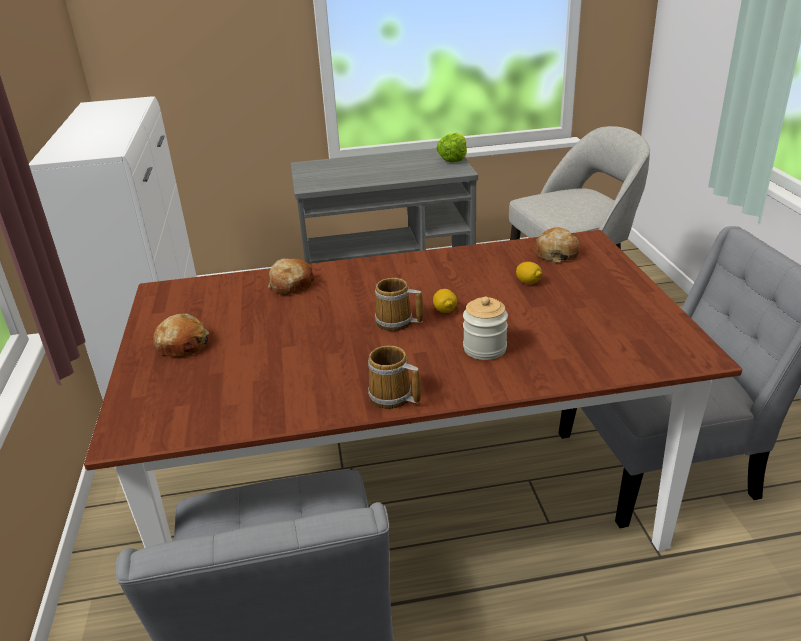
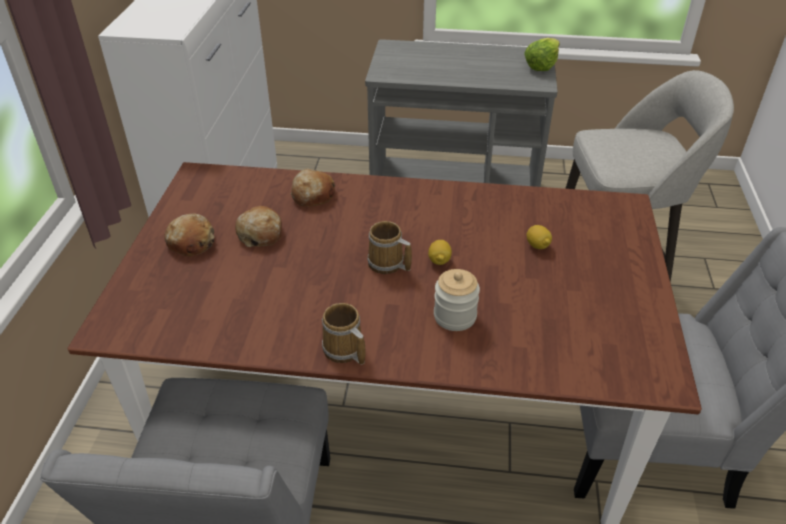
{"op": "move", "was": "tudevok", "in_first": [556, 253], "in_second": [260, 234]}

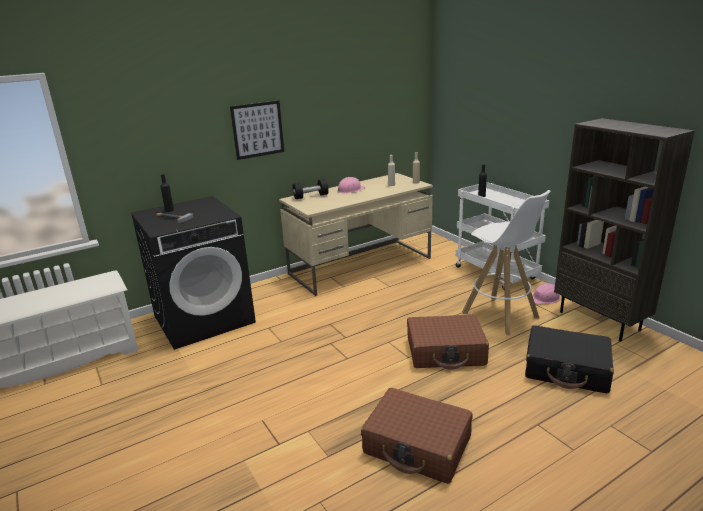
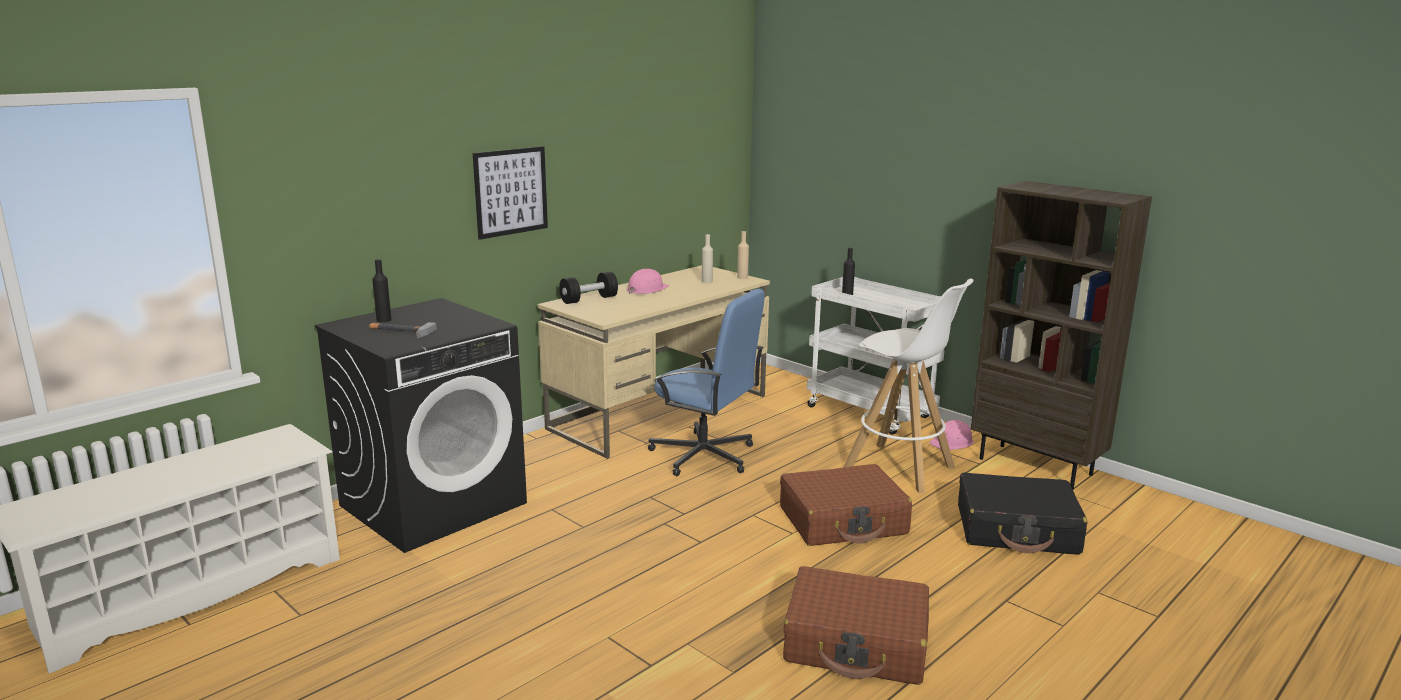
{"op": "insert", "now": "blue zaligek", "in_second": [704, 456]}

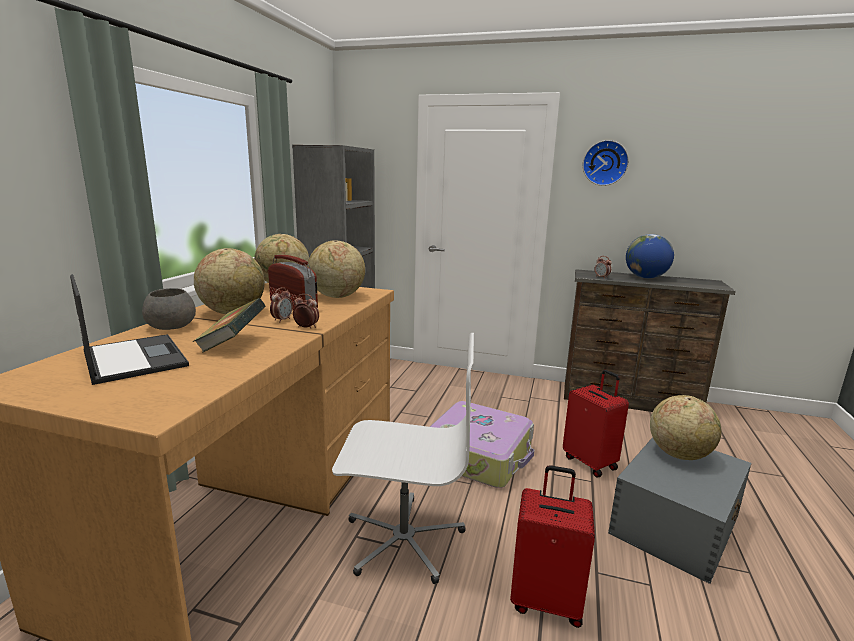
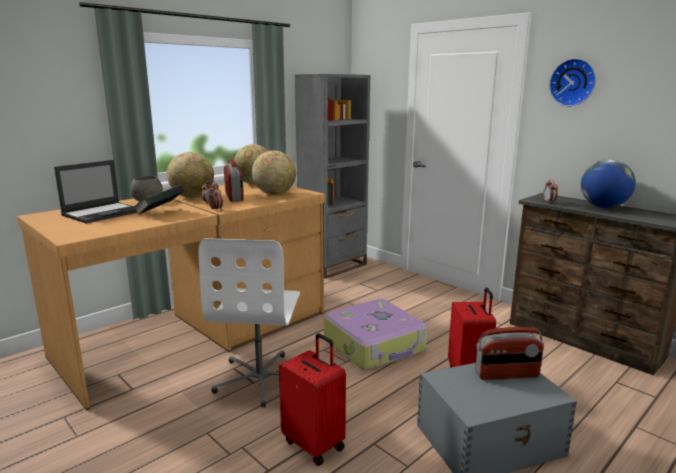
{"op": "rotate", "was": "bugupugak", "in_first": [133, 358], "in_second": [103, 213], "clockwise": 45}
{"op": "rotate", "was": "white zaligek", "in_first": [403, 539], "in_second": [260, 379], "clockwise": 60}
{"op": "replace", "was": "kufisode", "now": "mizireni", "in_first": [678, 454], "in_second": [507, 374]}

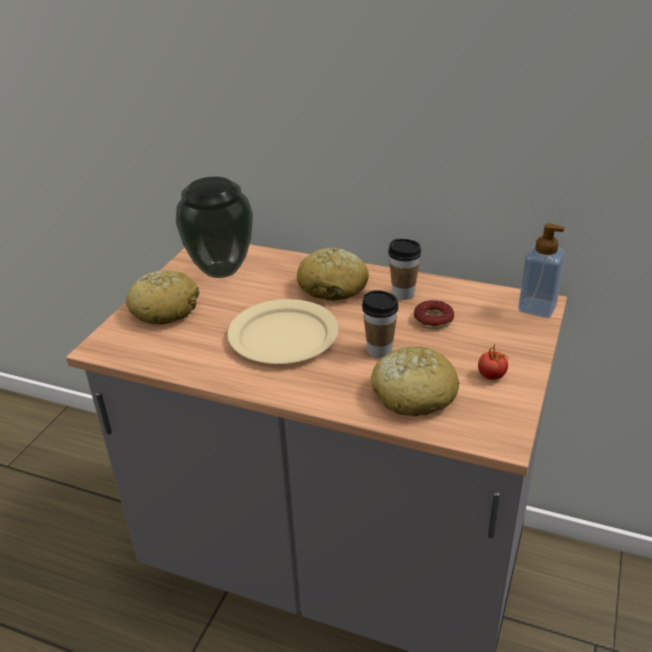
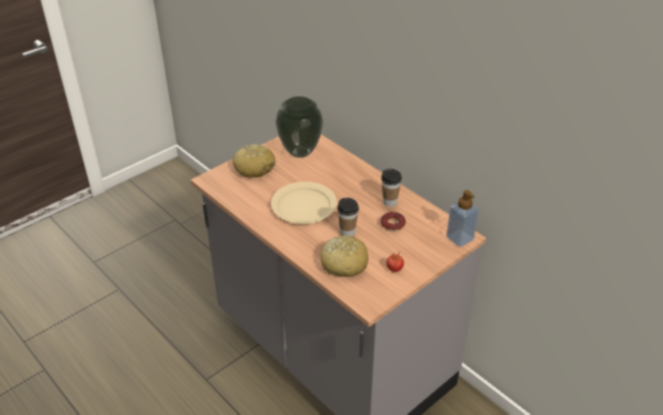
{"op": "delete", "was": "tudevok", "in_first": [333, 287]}

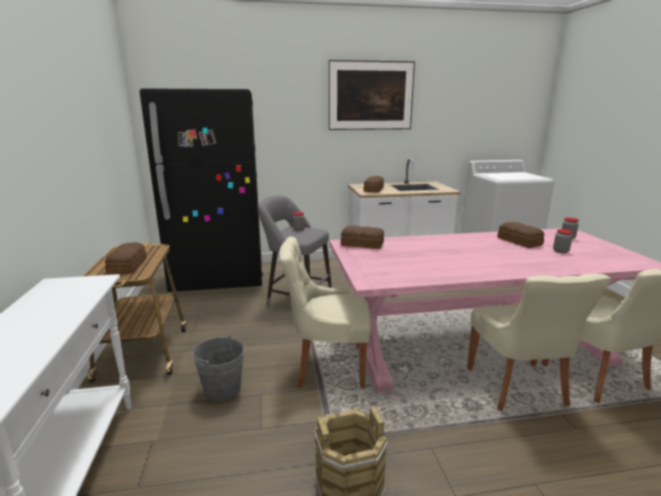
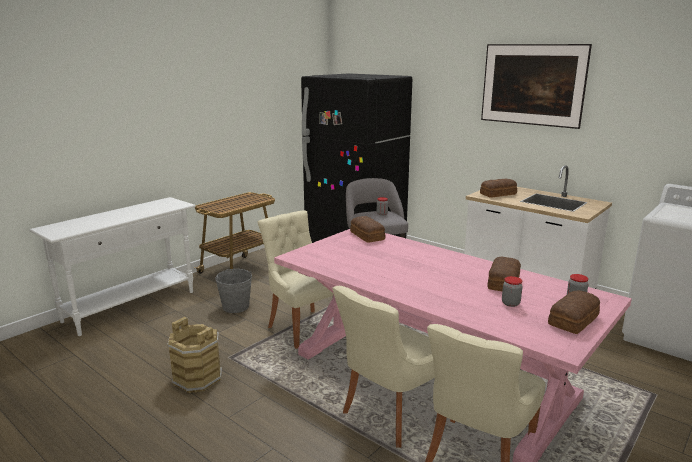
{"op": "move", "was": "tudevok", "in_first": [129, 265], "in_second": [574, 320]}

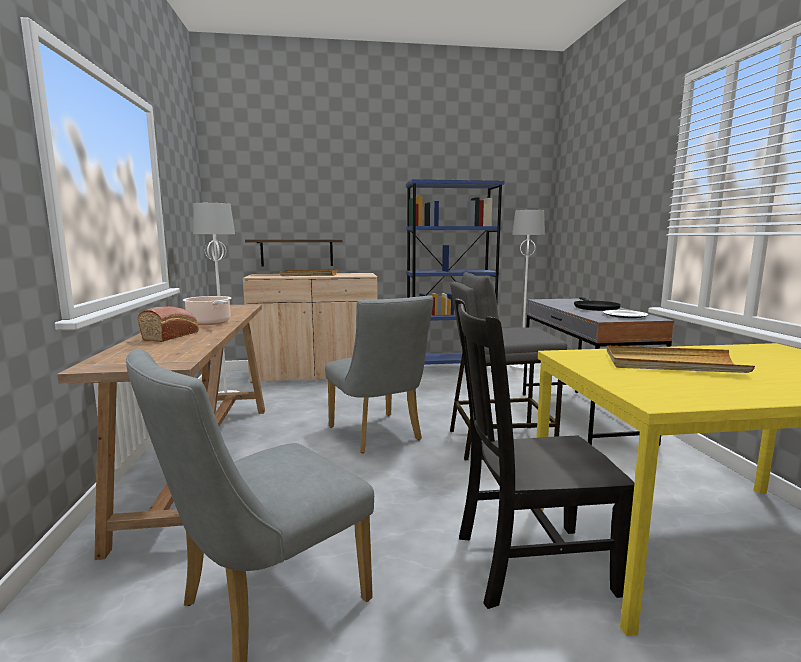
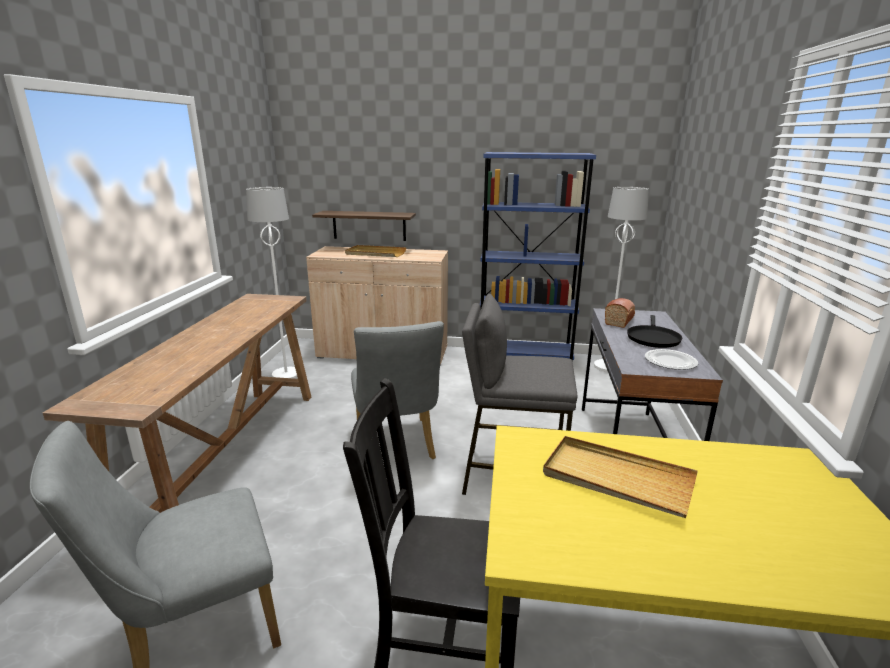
{"op": "move", "was": "tudevok", "in_first": [172, 336], "in_second": [620, 320]}
{"op": "delete", "was": "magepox", "in_first": [210, 323]}

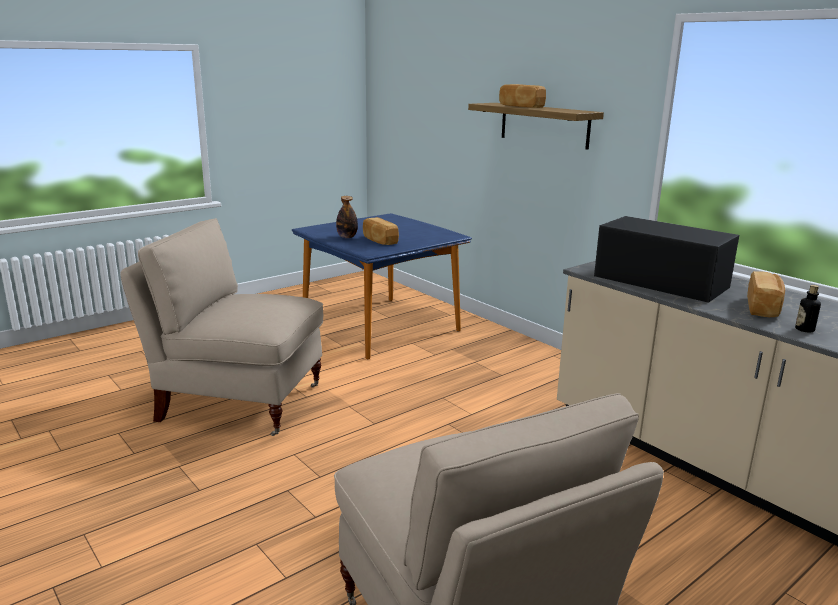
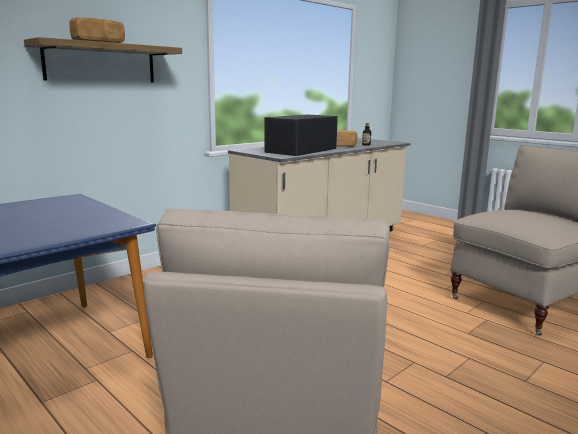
{"op": "delete", "was": "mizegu", "in_first": [347, 237]}
{"op": "delete", "was": "tudevok", "in_first": [379, 240]}

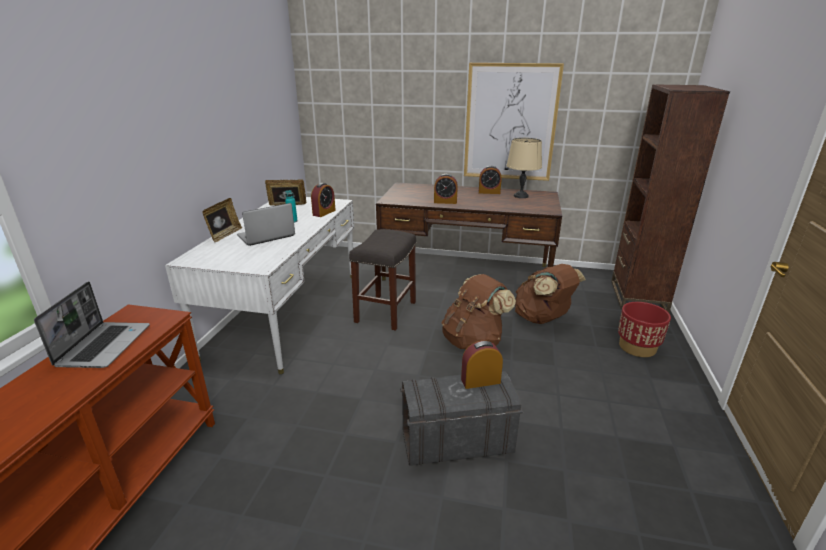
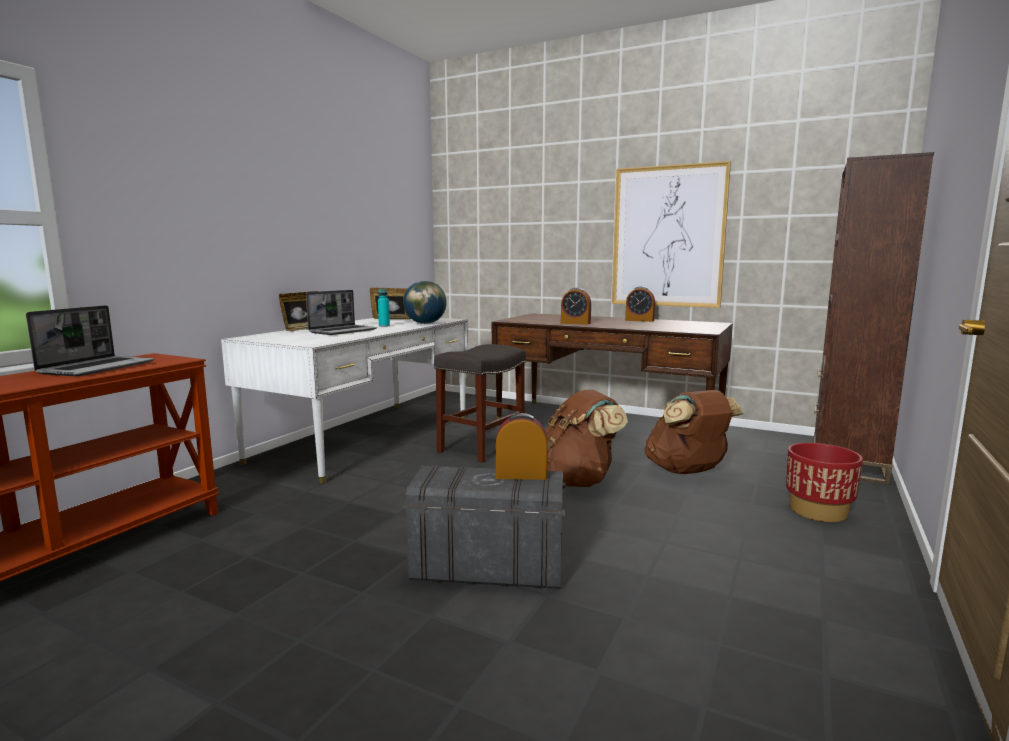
{"op": "rotate", "was": "bugupugak", "in_first": [265, 236], "in_second": [343, 331], "clockwise": 150}
{"op": "replace", "was": "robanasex", "now": "kufisode", "in_first": [324, 213], "in_second": [425, 323]}
{"op": "delete", "was": "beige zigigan", "in_first": [521, 196]}

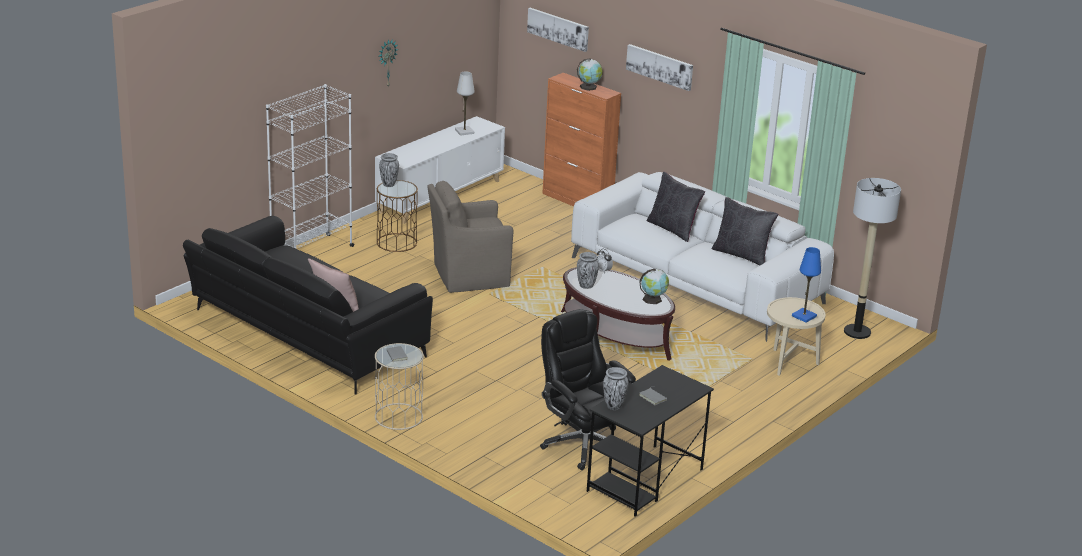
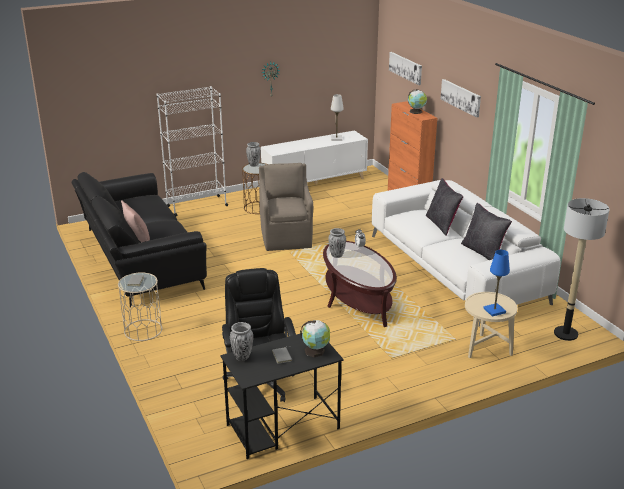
{"op": "rotate", "was": "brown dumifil", "in_first": [468, 276], "in_second": [286, 237], "clockwise": 75}
{"op": "move", "was": "kufisode", "in_first": [653, 299], "in_second": [316, 351]}

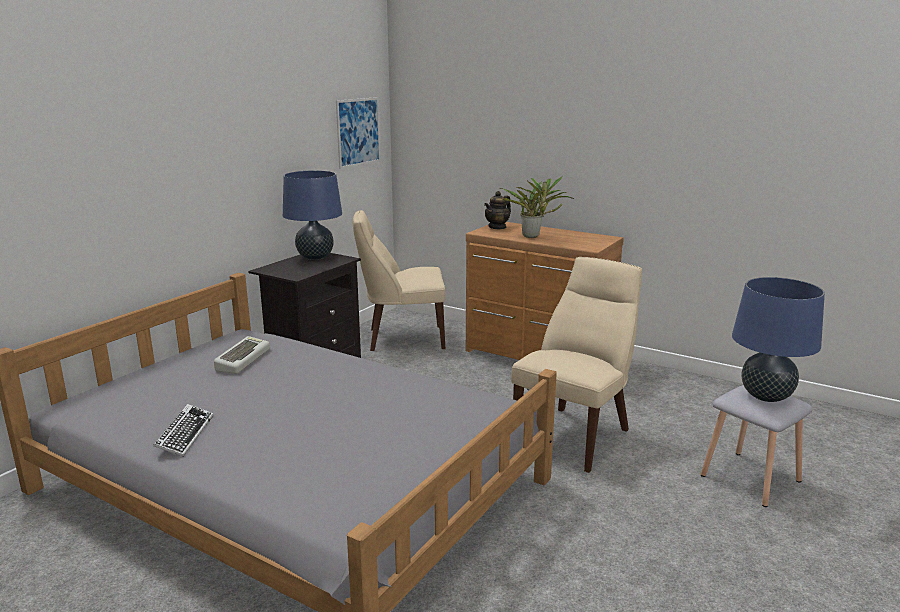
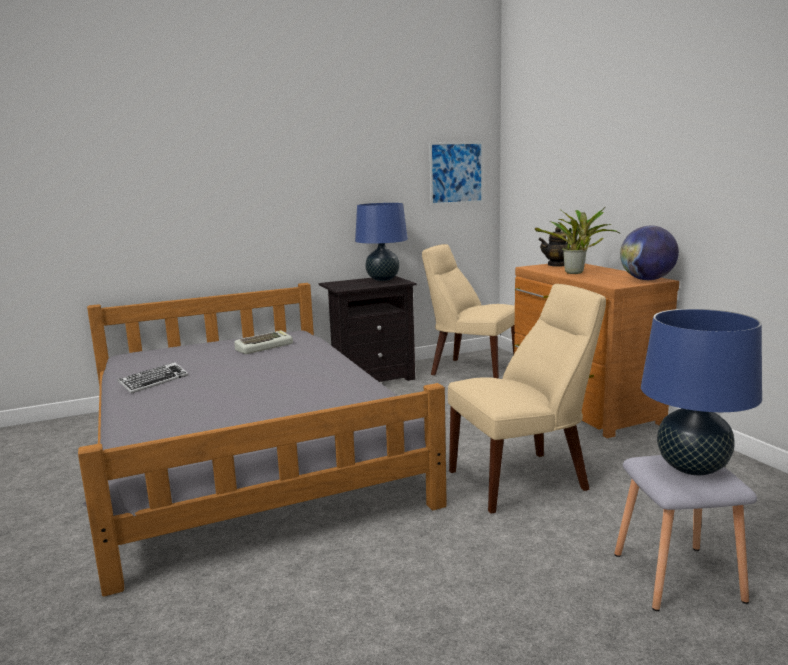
{"op": "insert", "now": "kufisode", "in_second": [647, 280]}

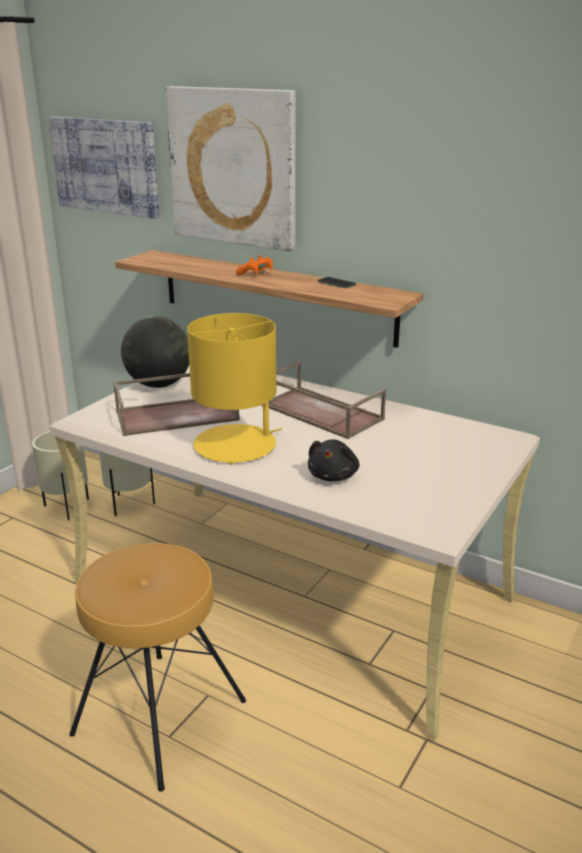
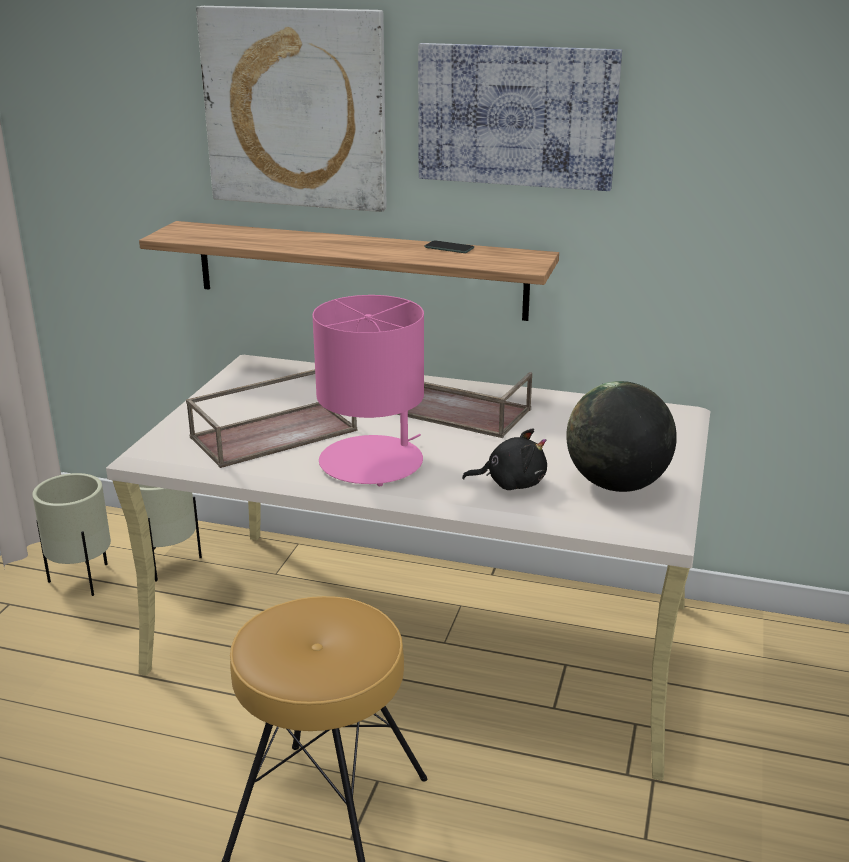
{"op": "recolor", "was": "yellow zigigan", "now": "pink zigigan", "in_first": [236, 445], "in_second": [372, 462]}
{"op": "move", "was": "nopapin", "in_first": [105, 166], "in_second": [516, 116]}
{"op": "rotate", "was": "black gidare", "in_first": [333, 476], "in_second": [511, 483], "clockwise": -90}
{"op": "move", "was": "kufisode", "in_first": [159, 385], "in_second": [617, 485]}
{"op": "delete", "was": "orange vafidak", "in_first": [256, 274]}

